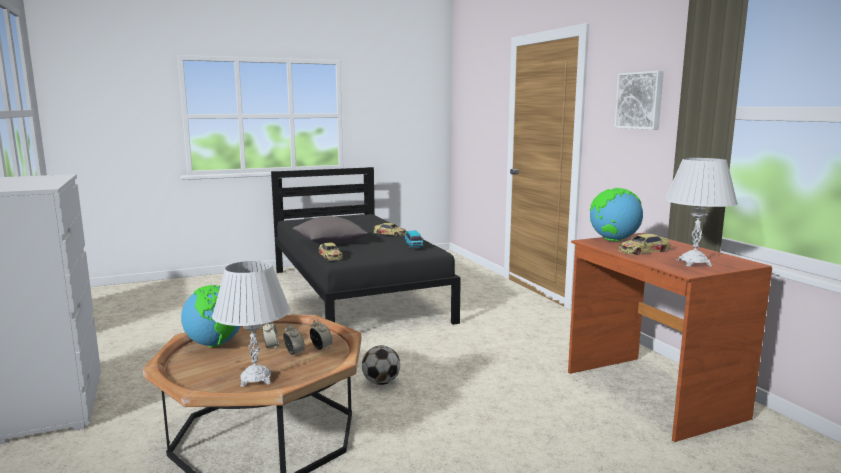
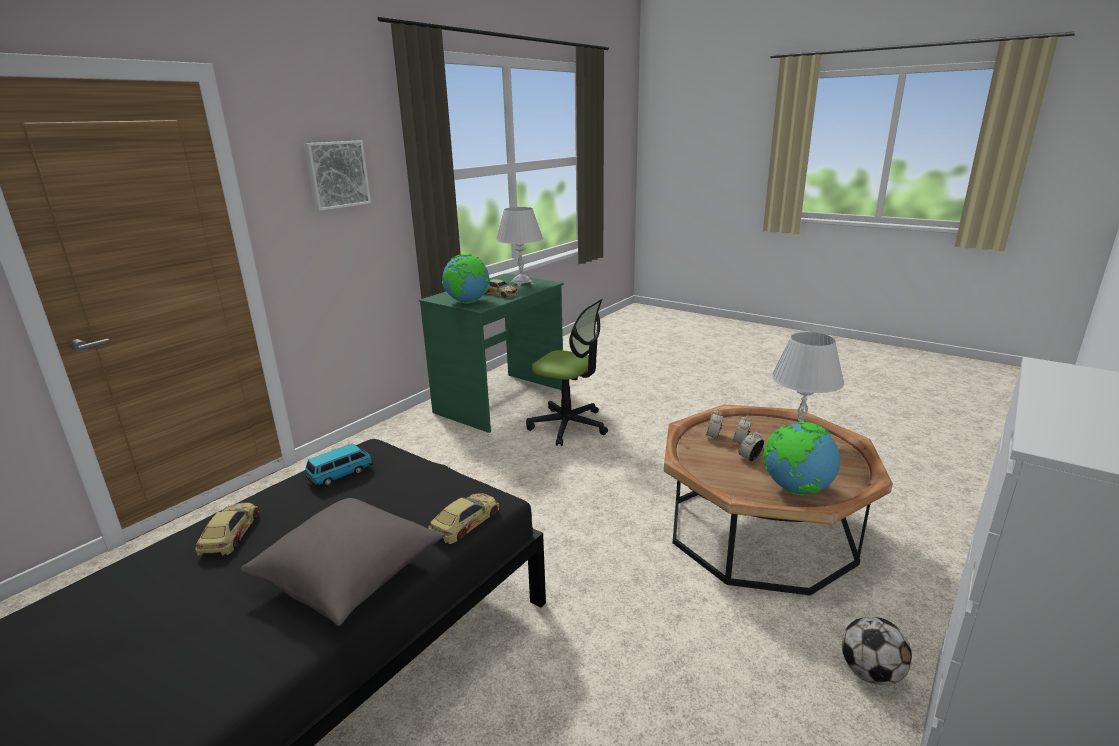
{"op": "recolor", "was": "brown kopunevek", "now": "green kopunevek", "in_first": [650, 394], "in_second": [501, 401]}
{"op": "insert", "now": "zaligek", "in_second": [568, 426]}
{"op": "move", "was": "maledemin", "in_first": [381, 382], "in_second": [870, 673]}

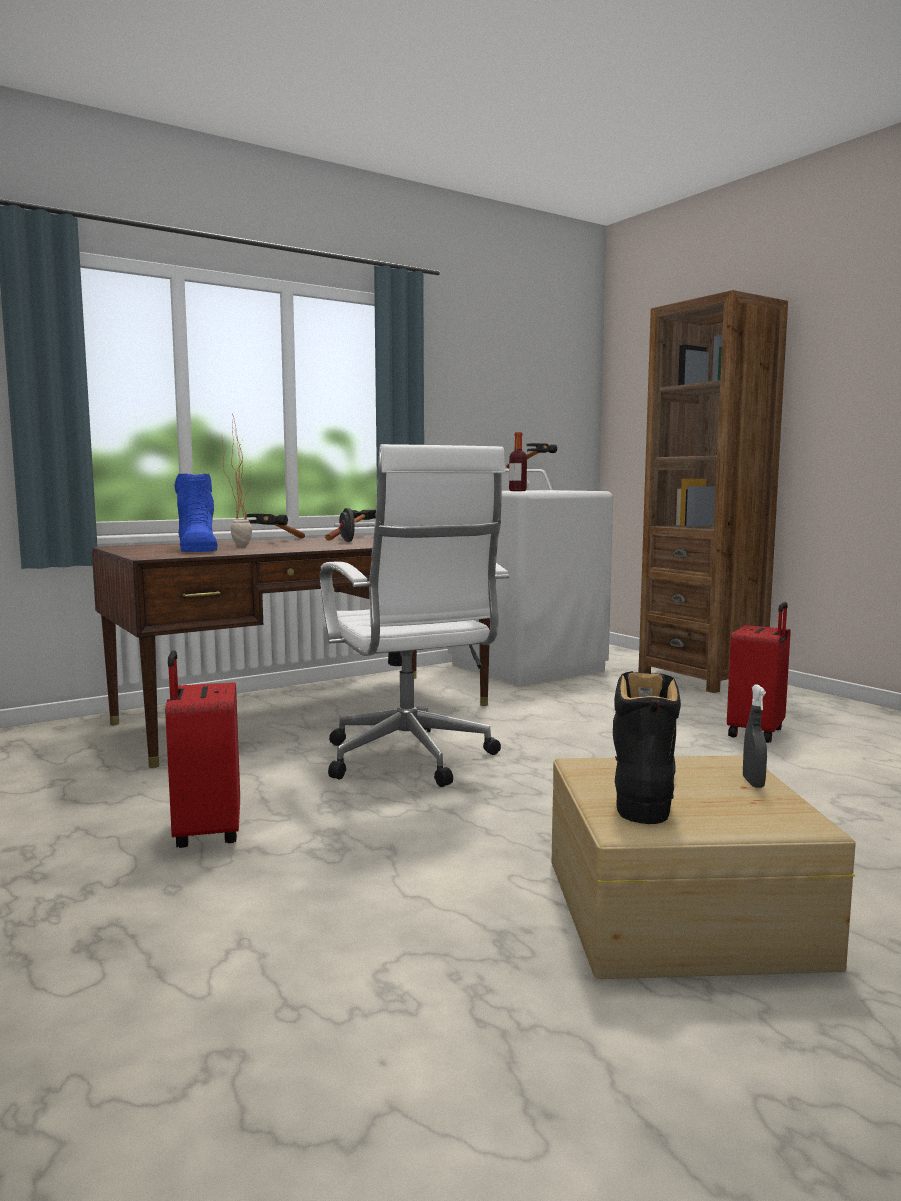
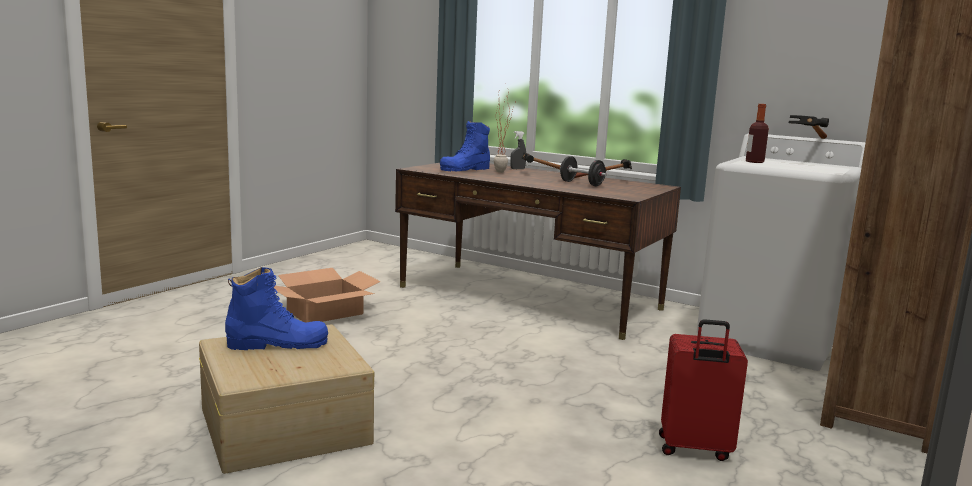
{"op": "recolor", "was": "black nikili", "now": "blue nikili", "in_first": [644, 792], "in_second": [278, 344]}
{"op": "replace", "was": "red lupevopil", "now": "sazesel", "in_first": [205, 832], "in_second": [325, 312]}
{"op": "move", "was": "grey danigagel", "in_first": [753, 783], "in_second": [517, 169]}
{"op": "delete", "was": "white zaligek", "in_first": [411, 760]}

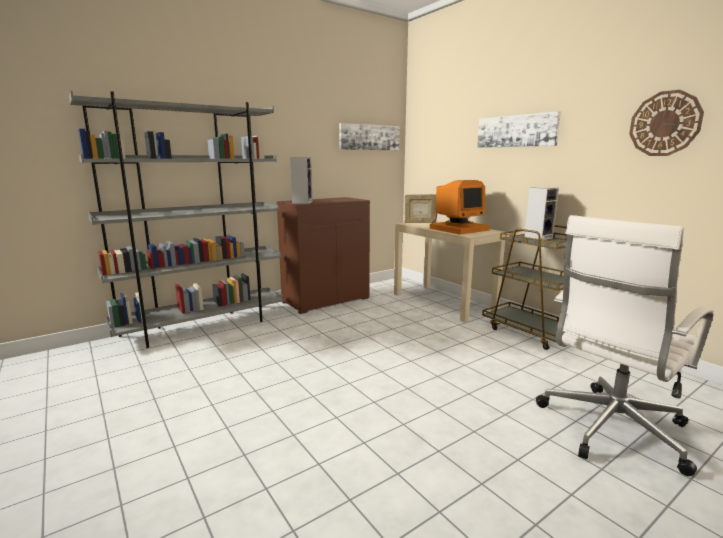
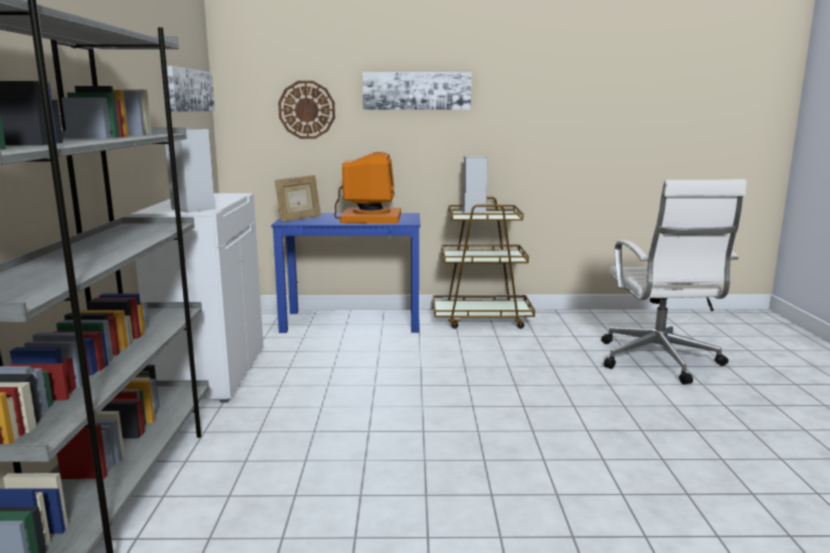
{"op": "recolor", "was": "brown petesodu", "now": "white petesodu", "in_first": [326, 300], "in_second": [211, 372]}
{"op": "recolor", "was": "beige kopunevek", "now": "blue kopunevek", "in_first": [443, 302], "in_second": [352, 321]}
{"op": "move", "was": "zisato", "in_first": [664, 123], "in_second": [307, 110]}

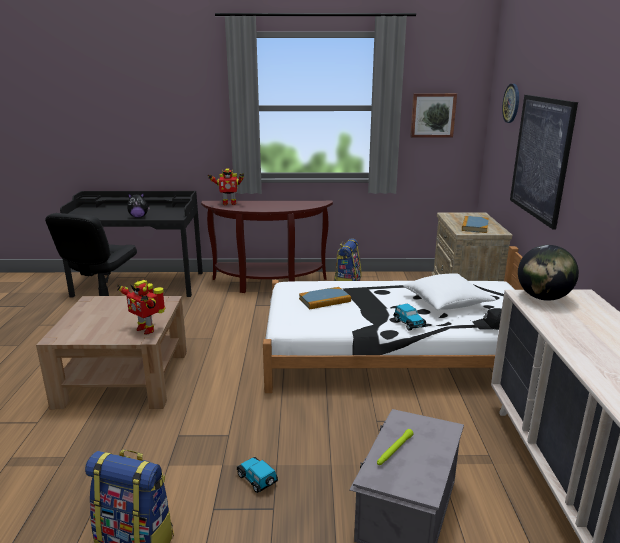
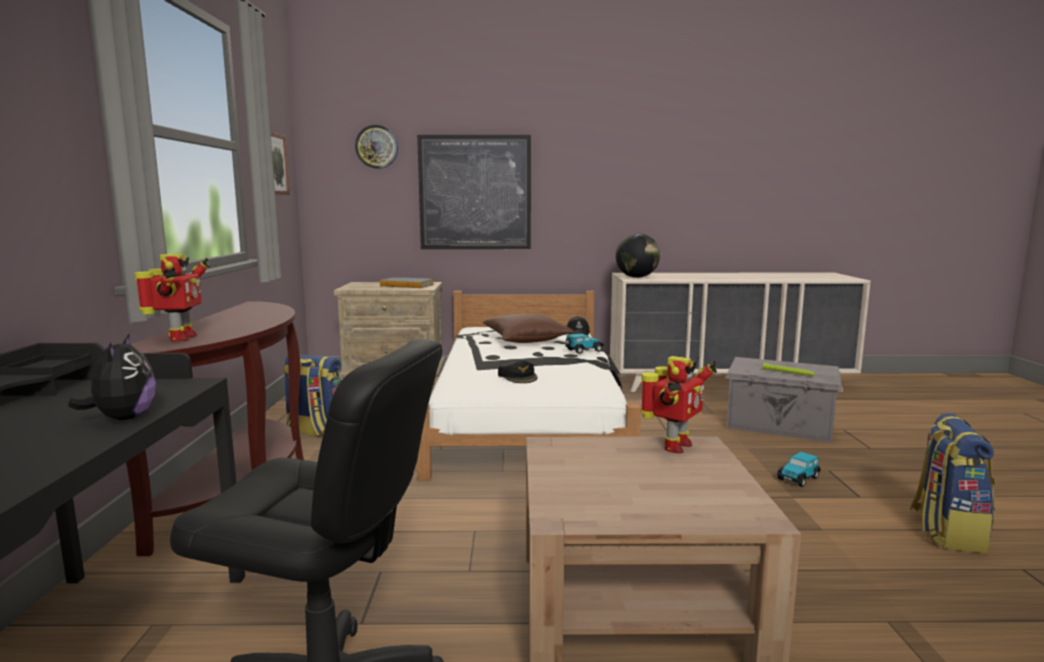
{"op": "recolor", "was": "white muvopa", "now": "brown muvopa", "in_first": [446, 302], "in_second": [526, 340]}
{"op": "replace", "was": "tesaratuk", "now": "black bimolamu", "in_first": [324, 300], "in_second": [518, 376]}

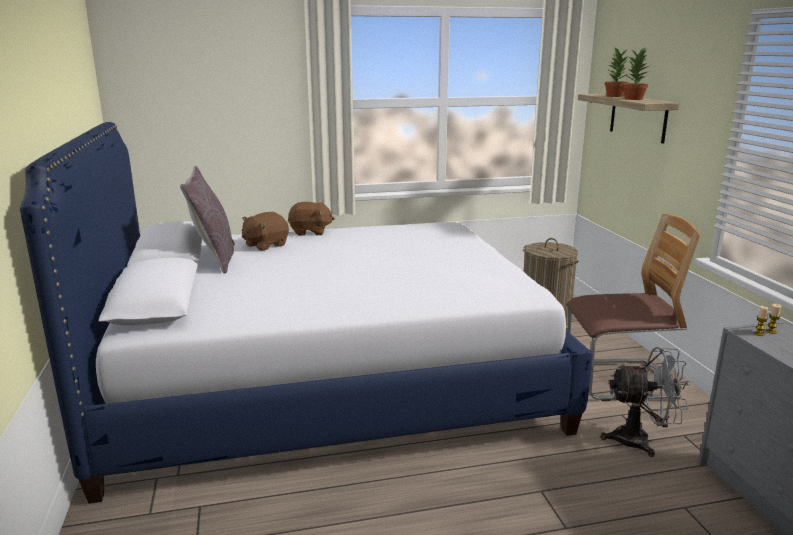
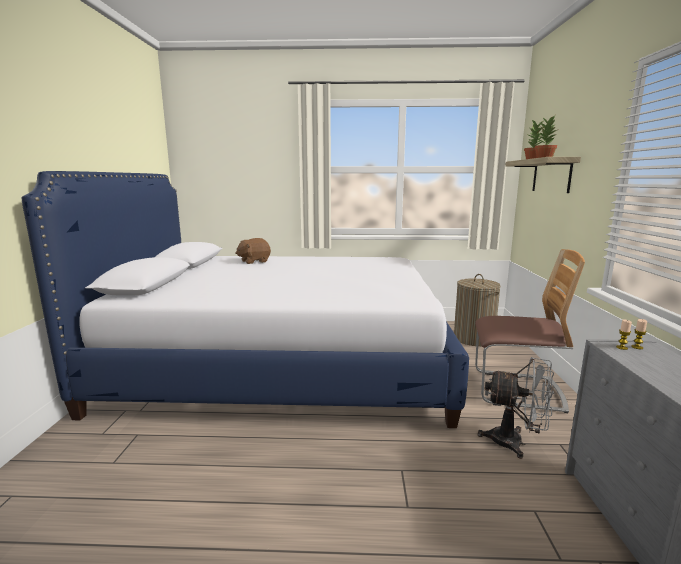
{"op": "delete", "was": "grey muvopa", "in_first": [214, 259]}
{"op": "delete", "was": "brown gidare", "in_first": [310, 232]}

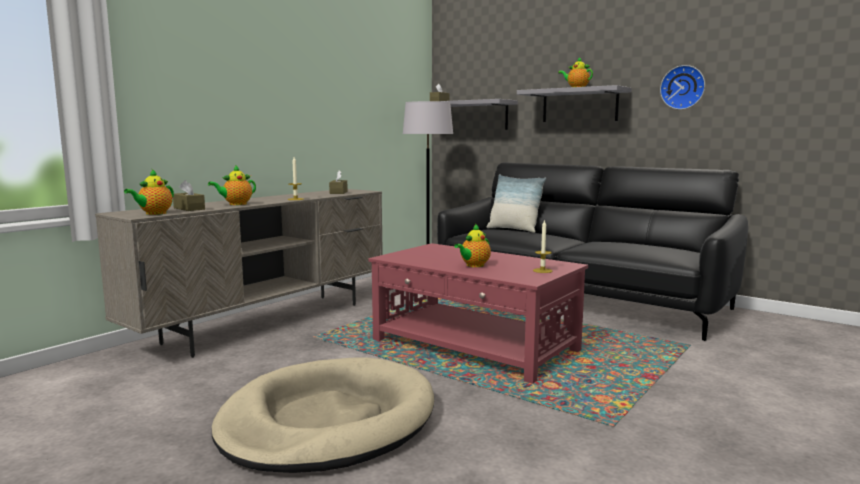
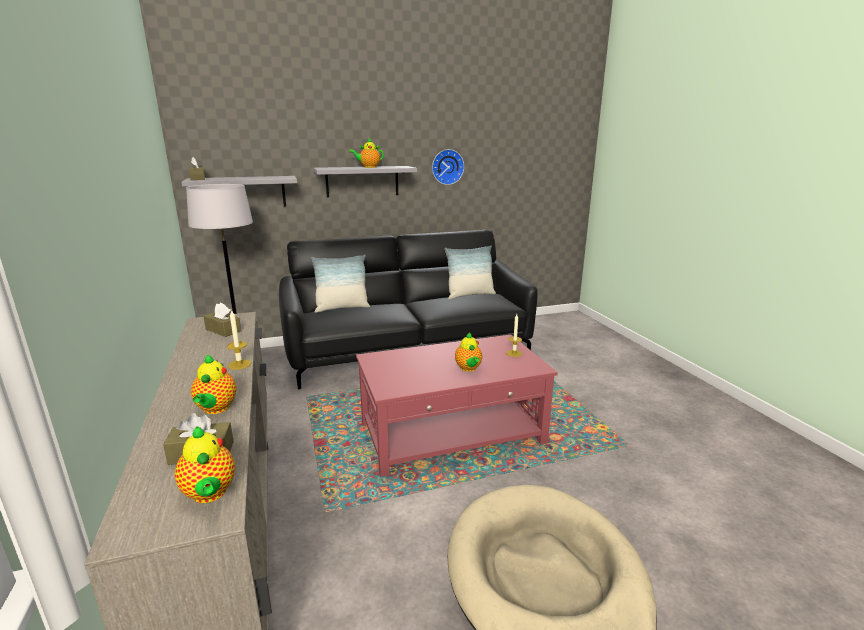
{"op": "insert", "now": "muvopa", "in_second": [470, 295]}

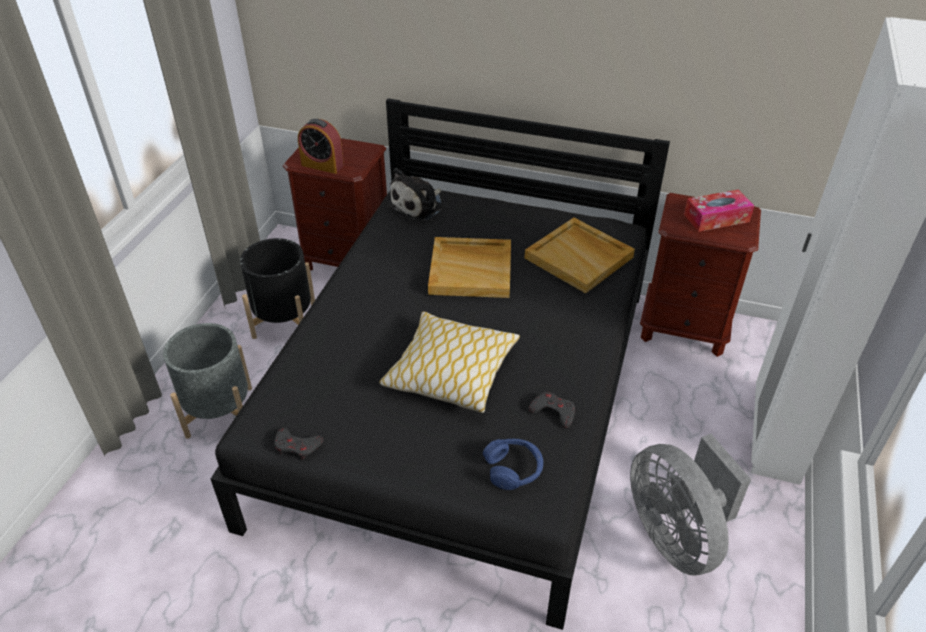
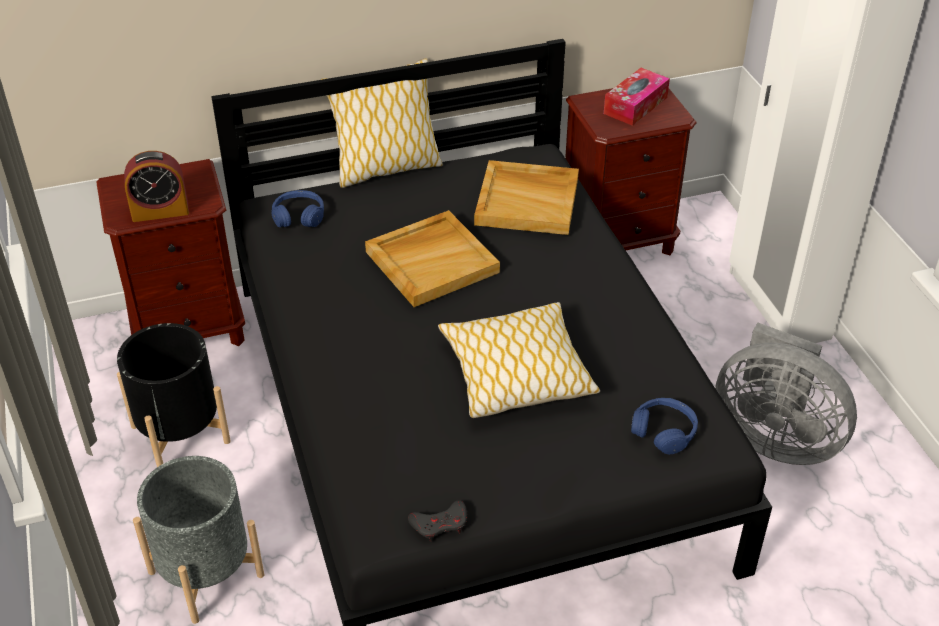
{"op": "replace", "was": "gidare", "now": "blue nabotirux", "in_first": [418, 206], "in_second": [299, 216]}
{"op": "insert", "now": "muvopa", "in_second": [386, 169]}
{"op": "delete", "was": "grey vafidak", "in_first": [553, 411]}

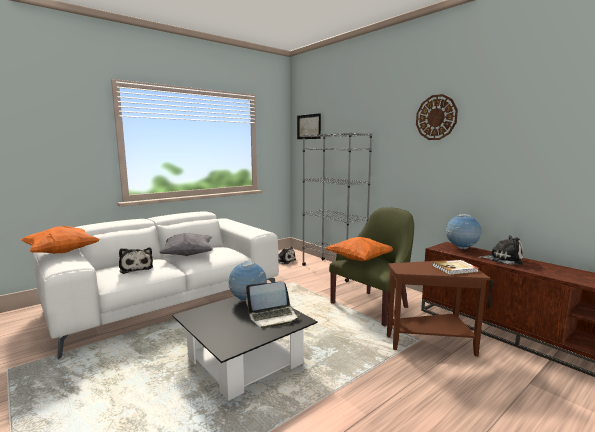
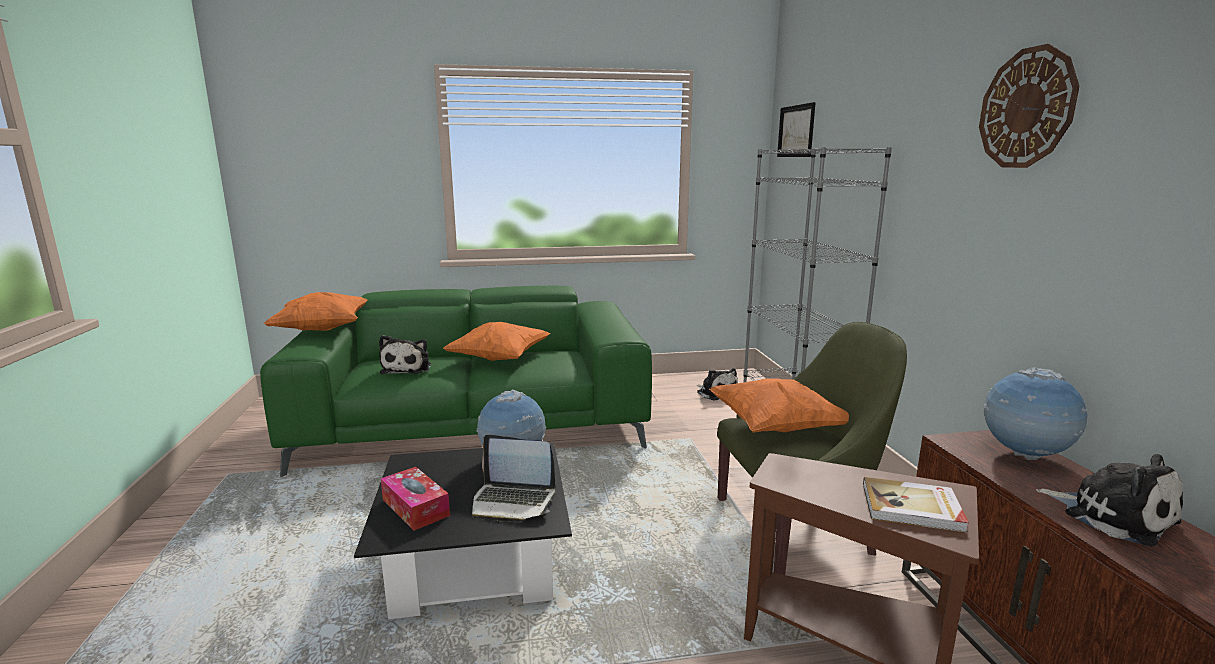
{"op": "recolor", "was": "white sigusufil", "now": "green sigusufil", "in_first": [168, 300], "in_second": [476, 424]}
{"op": "insert", "now": "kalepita", "in_second": [415, 507]}
{"op": "recolor", "was": "grey muvopa", "now": "orange muvopa", "in_first": [188, 255], "in_second": [500, 359]}

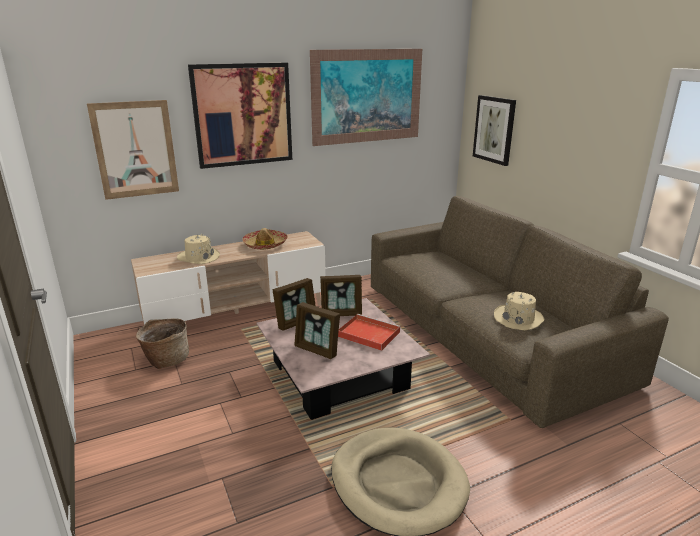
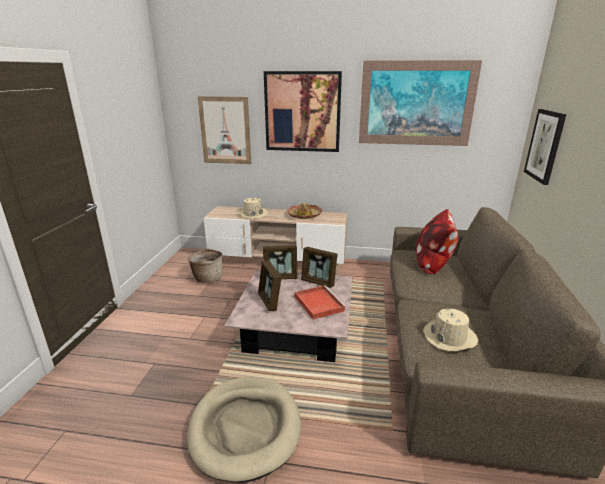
{"op": "insert", "now": "muvopa", "in_second": [433, 263]}

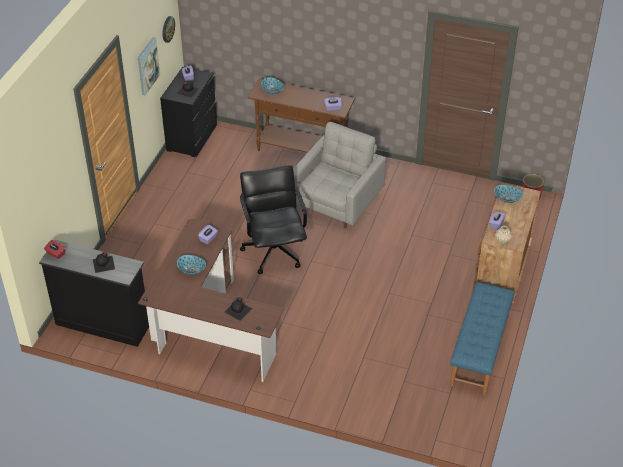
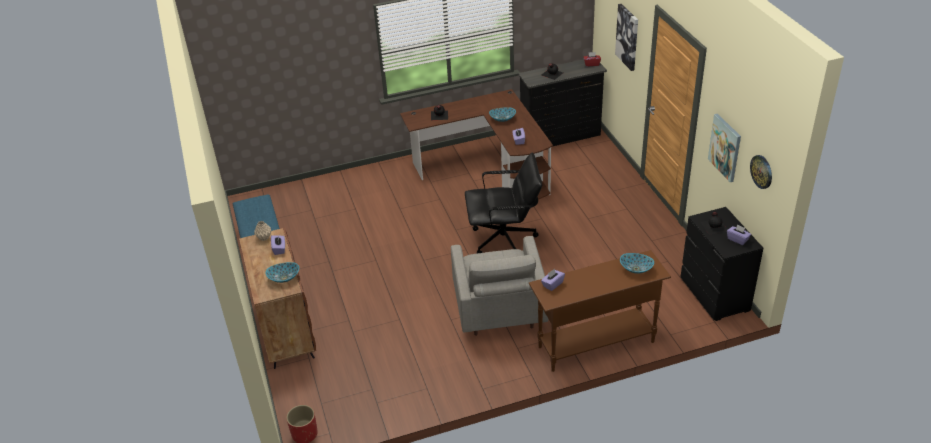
{"op": "rotate", "was": "black zaligek", "in_first": [274, 251], "in_second": [504, 240], "clockwise": -45}
{"op": "insert", "now": "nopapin", "in_second": [627, 37]}

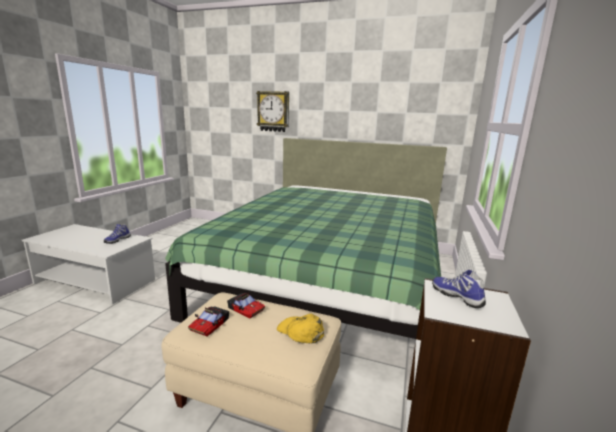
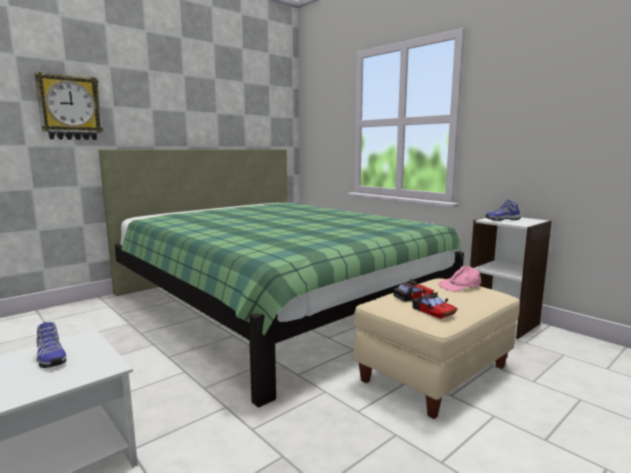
{"op": "recolor", "was": "yellow bimolamu", "now": "pink bimolamu", "in_first": [300, 331], "in_second": [460, 286]}

